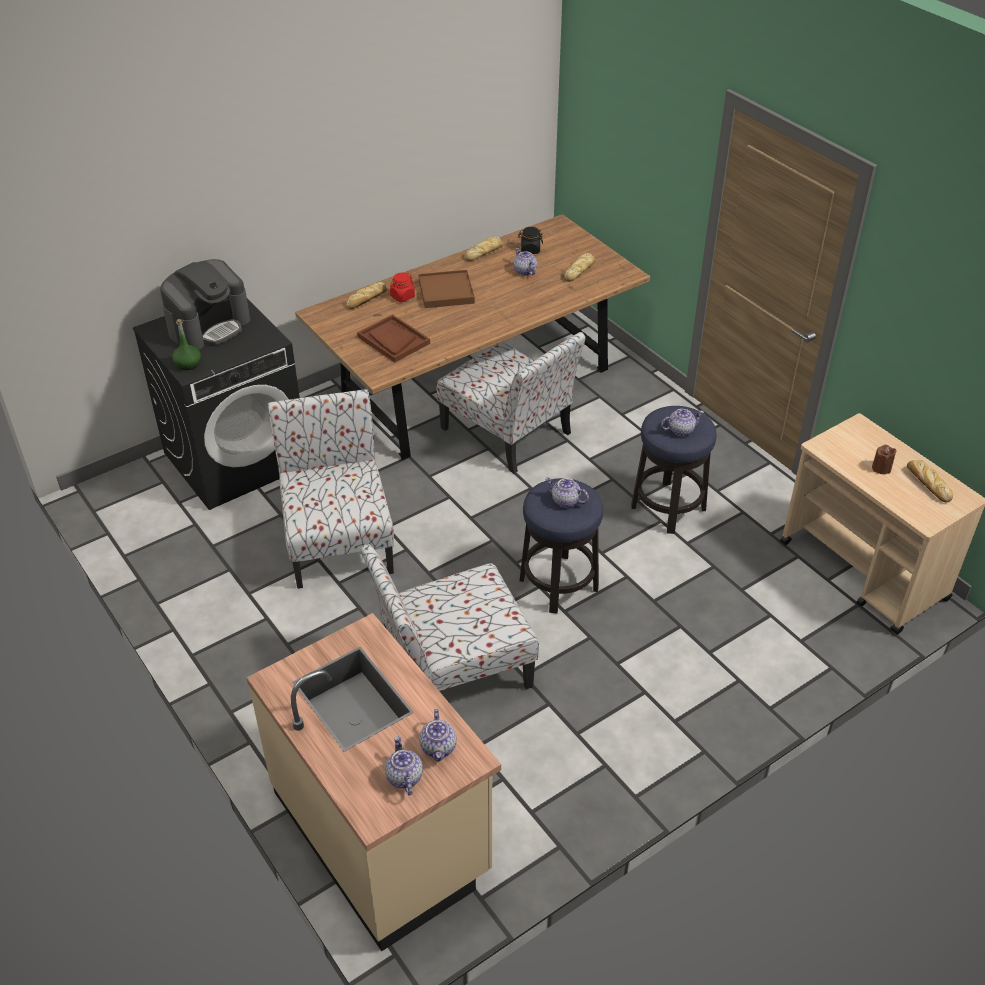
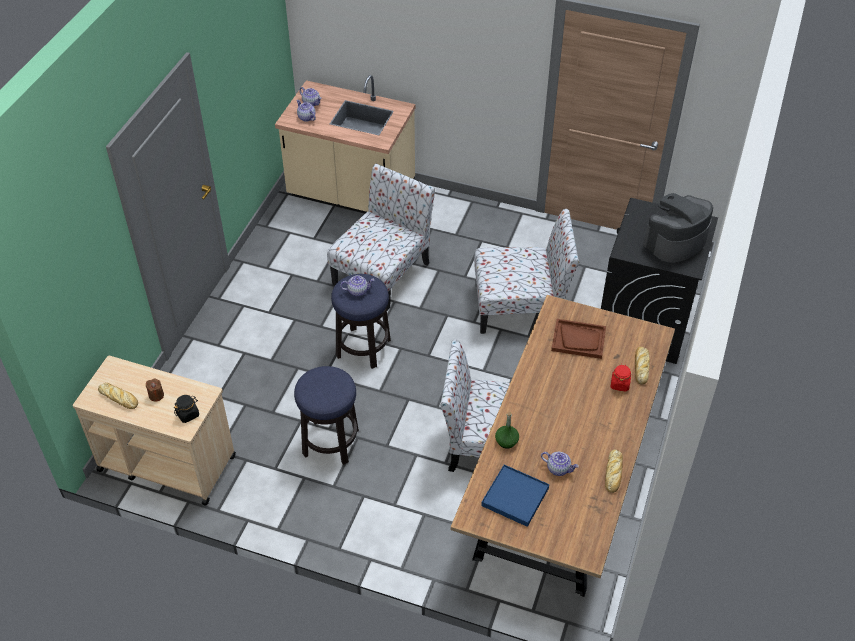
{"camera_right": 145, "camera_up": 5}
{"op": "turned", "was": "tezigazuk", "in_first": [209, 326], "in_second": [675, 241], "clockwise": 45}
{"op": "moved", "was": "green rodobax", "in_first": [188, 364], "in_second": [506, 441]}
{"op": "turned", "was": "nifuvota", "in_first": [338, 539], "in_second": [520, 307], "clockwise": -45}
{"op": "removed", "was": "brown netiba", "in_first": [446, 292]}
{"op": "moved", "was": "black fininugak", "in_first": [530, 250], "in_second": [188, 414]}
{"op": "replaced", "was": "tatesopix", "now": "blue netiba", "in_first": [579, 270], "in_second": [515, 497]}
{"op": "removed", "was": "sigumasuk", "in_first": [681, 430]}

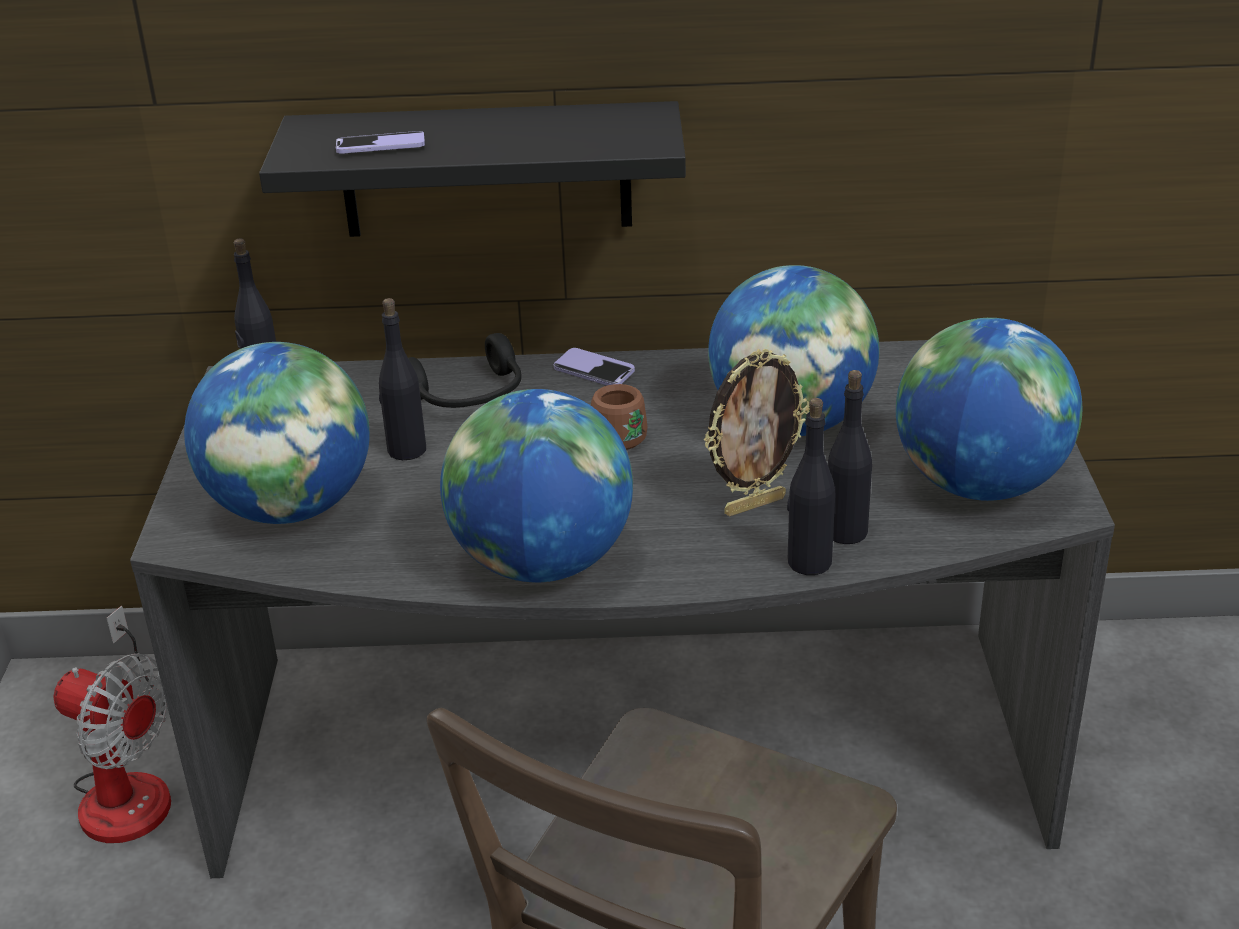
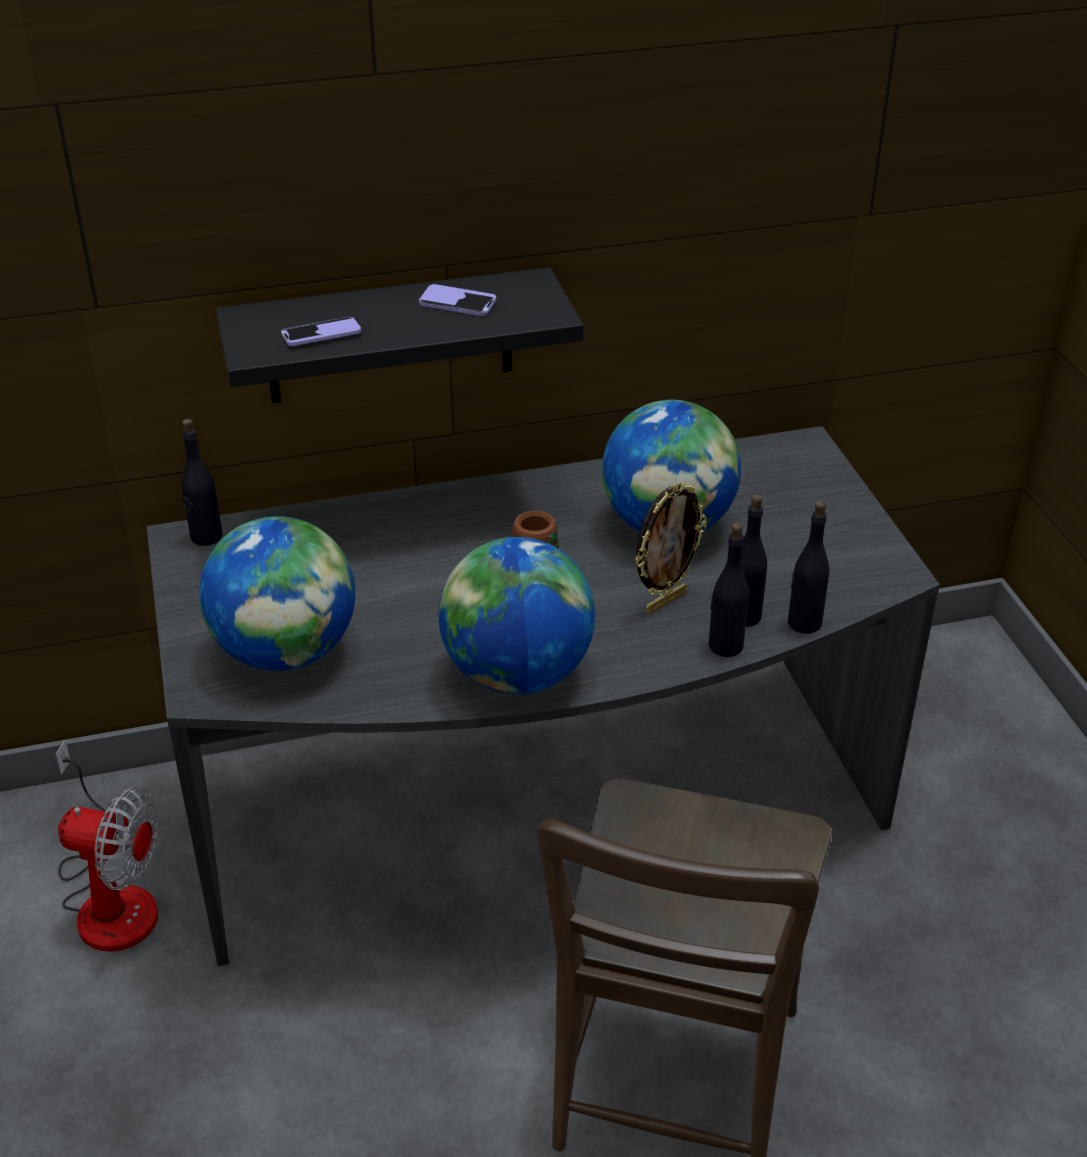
{"camera_right": -15, "camera_up": 5}
{"op": "moved", "was": "black rodobax", "in_first": [406, 450], "in_second": [804, 623]}
{"op": "removed", "was": "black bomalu", "in_first": [469, 396]}
{"op": "moved", "was": "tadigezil", "in_first": [594, 370], "in_second": [457, 303]}
{"op": "removed", "was": "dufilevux", "in_first": [978, 485]}

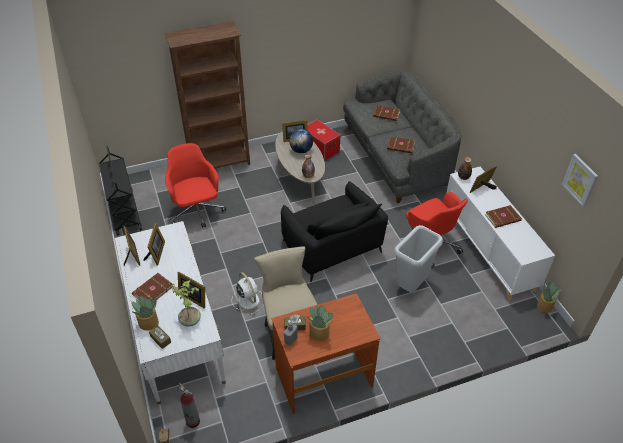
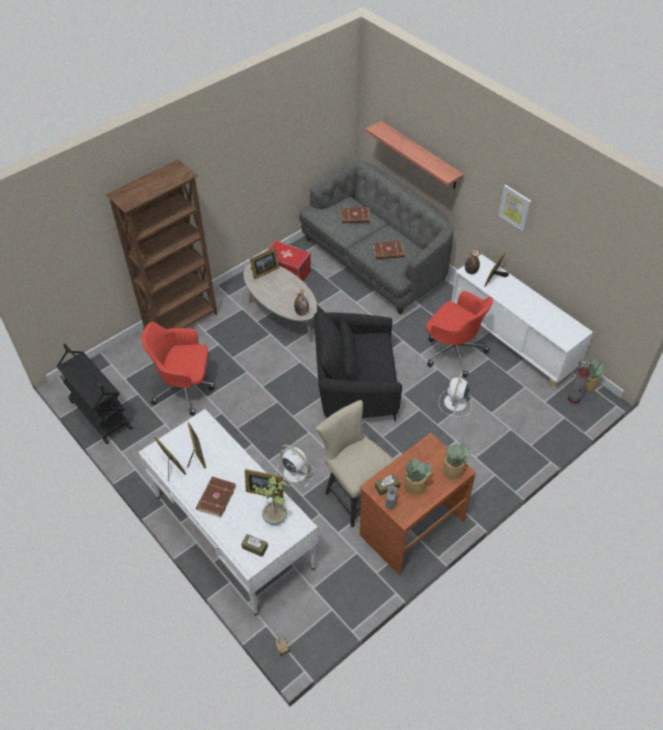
{"camera_right": -20, "camera_up": 5}
{"op": "moved", "was": "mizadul", "in_first": [149, 323], "in_second": [453, 471]}
{"op": "turned", "was": "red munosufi", "in_first": [197, 212], "in_second": [185, 388], "clockwise": -45}
{"op": "moved", "was": "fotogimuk", "in_first": [193, 421], "in_second": [574, 399]}
{"op": "turned", "was": "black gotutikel", "in_first": [332, 248], "in_second": [355, 386], "clockwise": 135}
{"op": "removed", "was": "dufilevux", "in_first": [301, 150]}
{"op": "replaced", "was": "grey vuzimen", "now": "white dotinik", "in_first": [411, 286], "in_second": [455, 403]}
{"op": "removed", "was": "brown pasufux", "in_first": [503, 218]}
{"op": "moved", "was": "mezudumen", "in_first": [580, 180], "in_second": [515, 207]}
{"op": "added", "now": "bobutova", "in_second": [420, 155]}

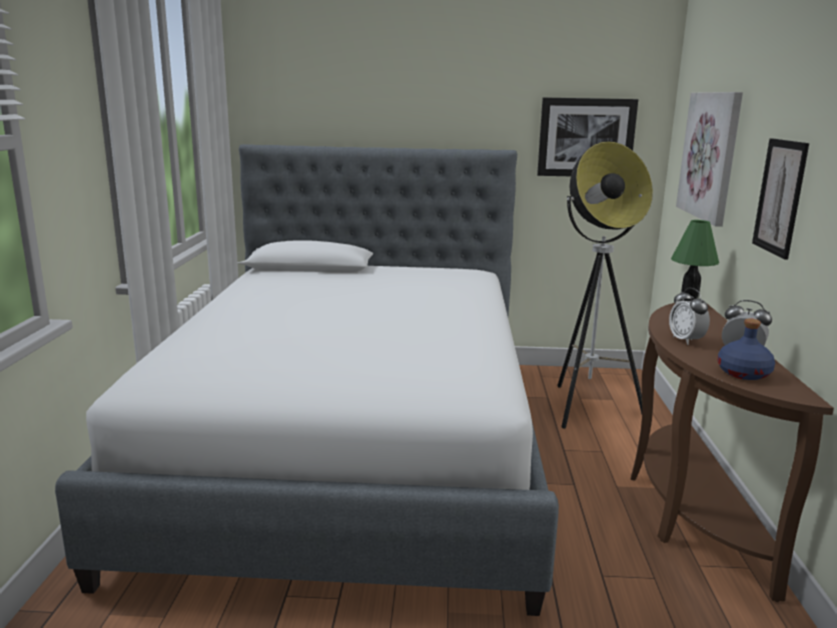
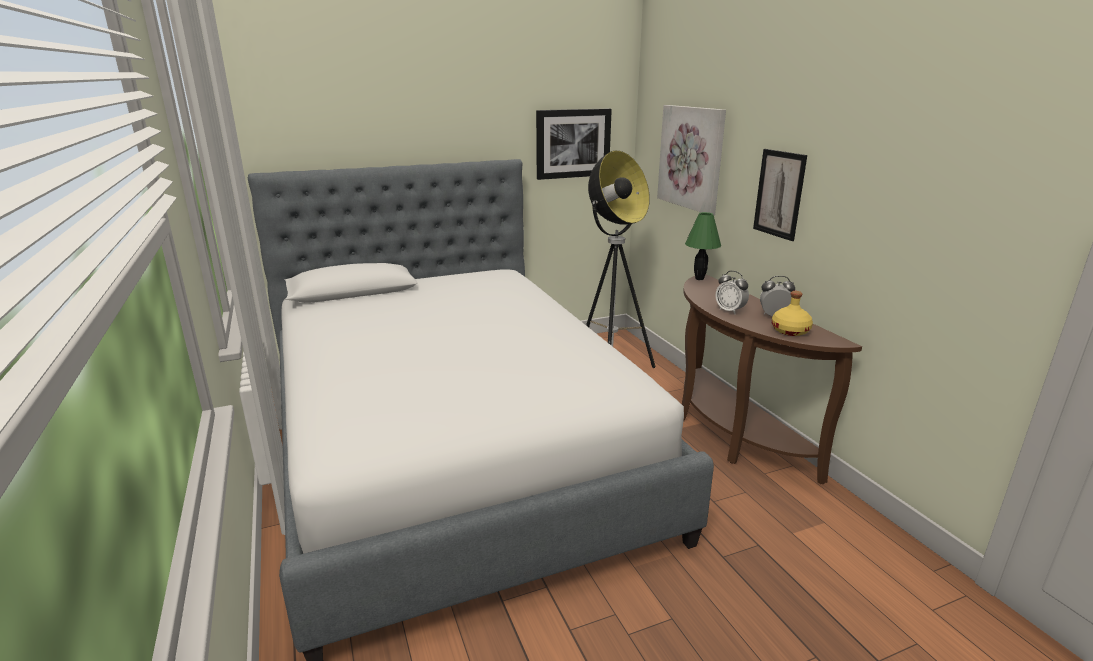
{"camera_right": -25, "camera_up": 5}
{"op": "recoloured", "was": "blue rodobax", "now": "yellow rodobax", "in_first": [744, 373], "in_second": [790, 331]}

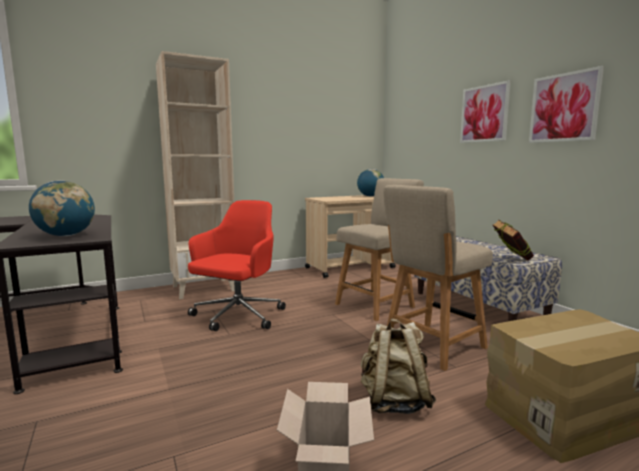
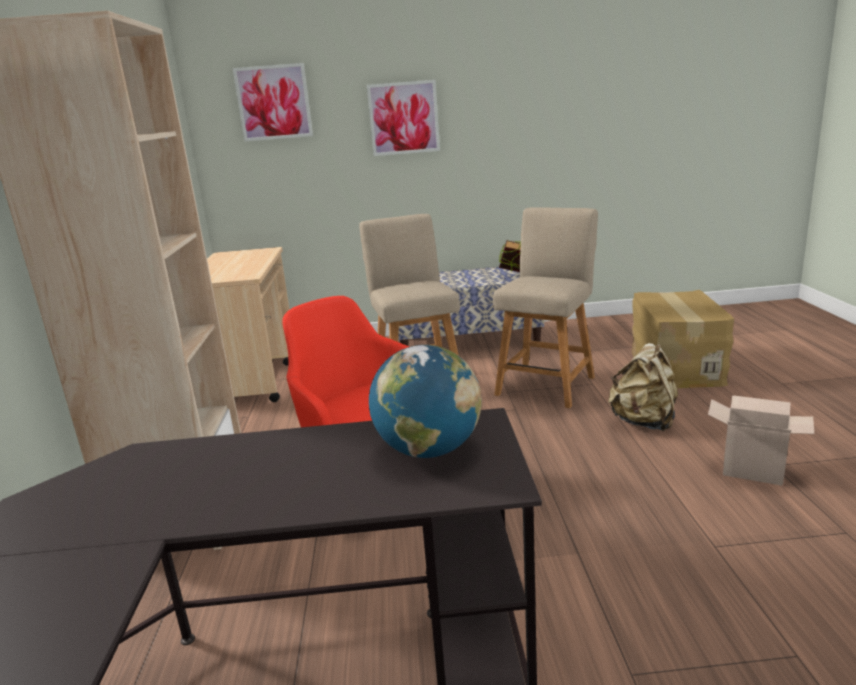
{"camera_right": -65, "camera_up": 10}
{"op": "removed", "was": "dufilevux", "in_first": [370, 196]}
{"op": "turned", "was": "beige nifuvota", "in_first": [431, 346], "in_second": [547, 384], "clockwise": -135}
{"op": "moved", "was": "mezudumen", "in_first": [564, 107], "in_second": [274, 102]}

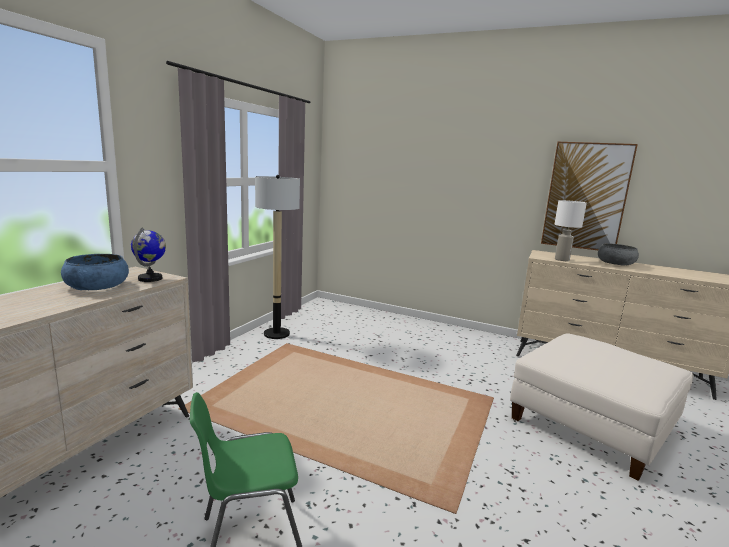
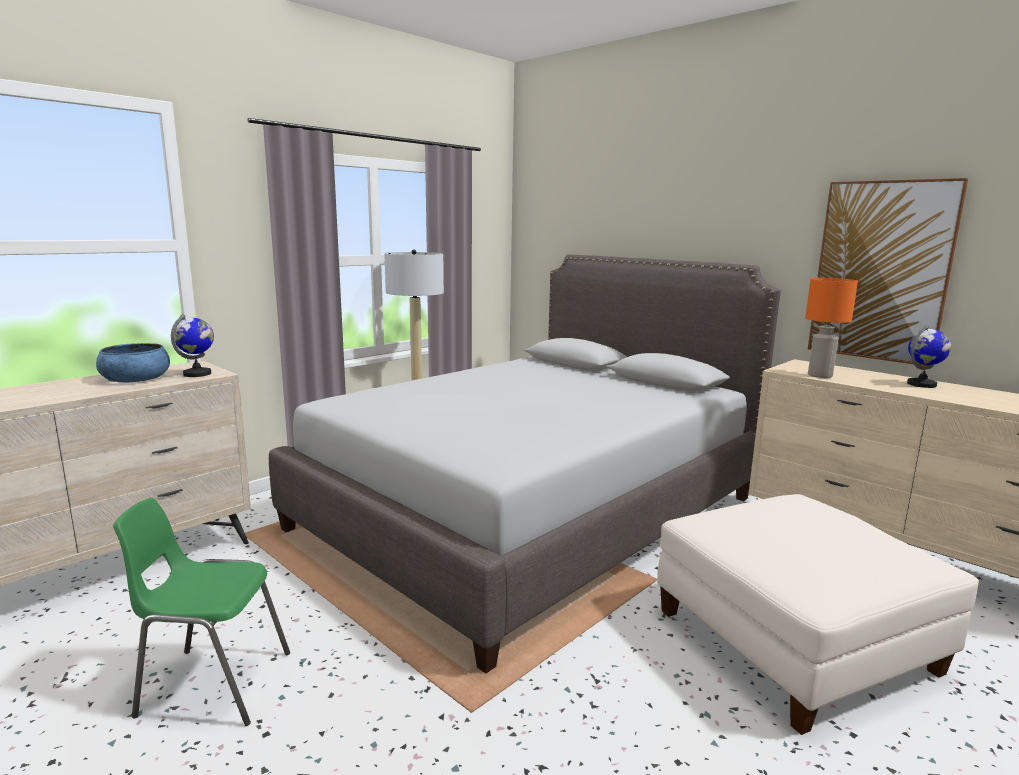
{"camera_right": 20, "camera_up": 0}
{"op": "recoloured", "was": "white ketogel", "now": "orange ketogel", "in_first": [562, 260], "in_second": [820, 376]}
{"op": "replaced", "was": "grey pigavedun", "now": "dufilevux", "in_first": [615, 263], "in_second": [922, 384]}
{"op": "added", "now": "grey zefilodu", "in_second": [532, 513]}

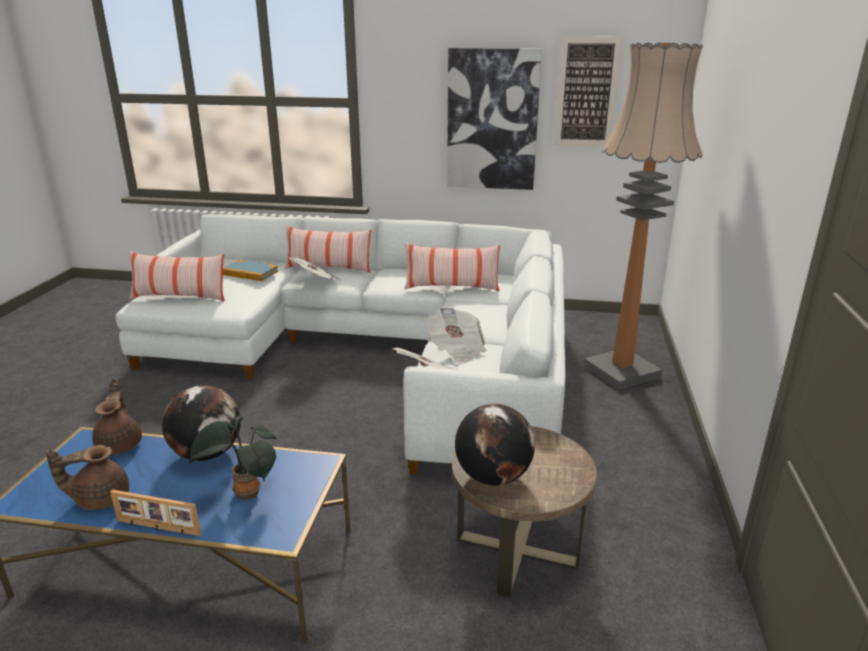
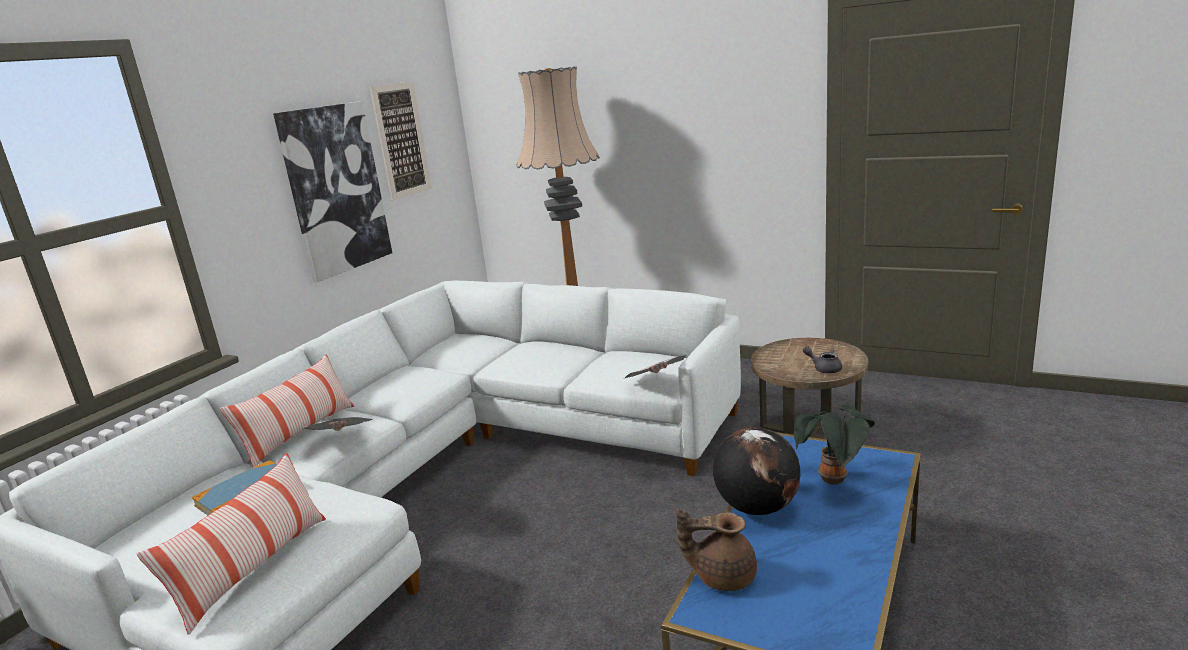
{"camera_right": -70, "camera_up": -5}
{"op": "removed", "was": "brown sigumasuk", "in_first": [100, 498]}
{"op": "removed", "was": "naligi", "in_first": [157, 528]}
{"op": "removed", "was": "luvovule", "in_first": [451, 287]}
{"op": "removed", "was": "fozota", "in_first": [456, 350]}
{"op": "replaced", "was": "dufilevux", "now": "grey sigumasuk", "in_first": [493, 477], "in_second": [824, 368]}

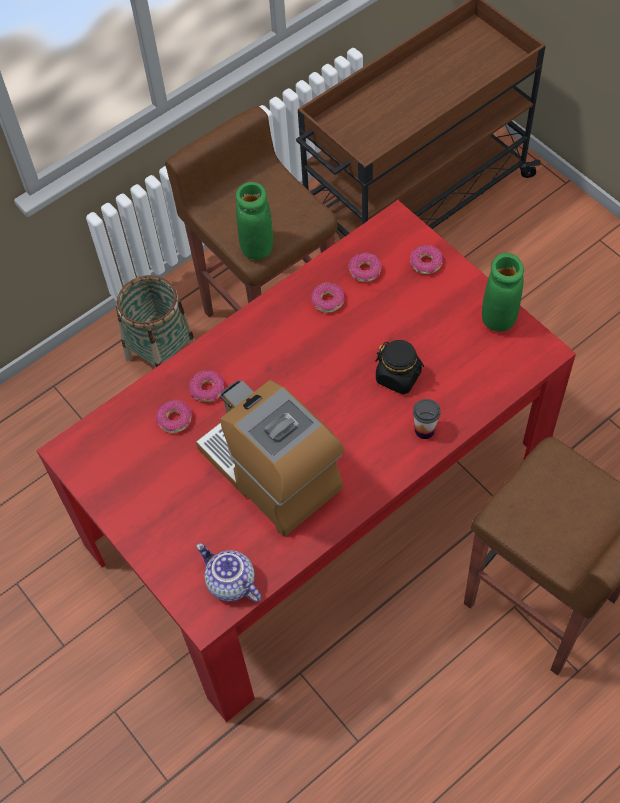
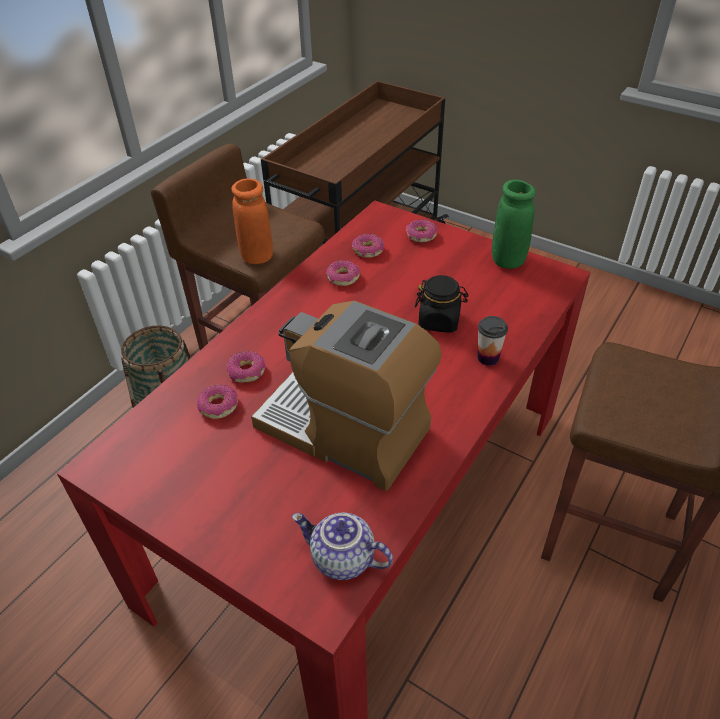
{"camera_right": -20, "camera_up": -15}
{"op": "recoloured", "was": "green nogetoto", "now": "orange nogetoto", "in_first": [257, 247], "in_second": [257, 256]}

